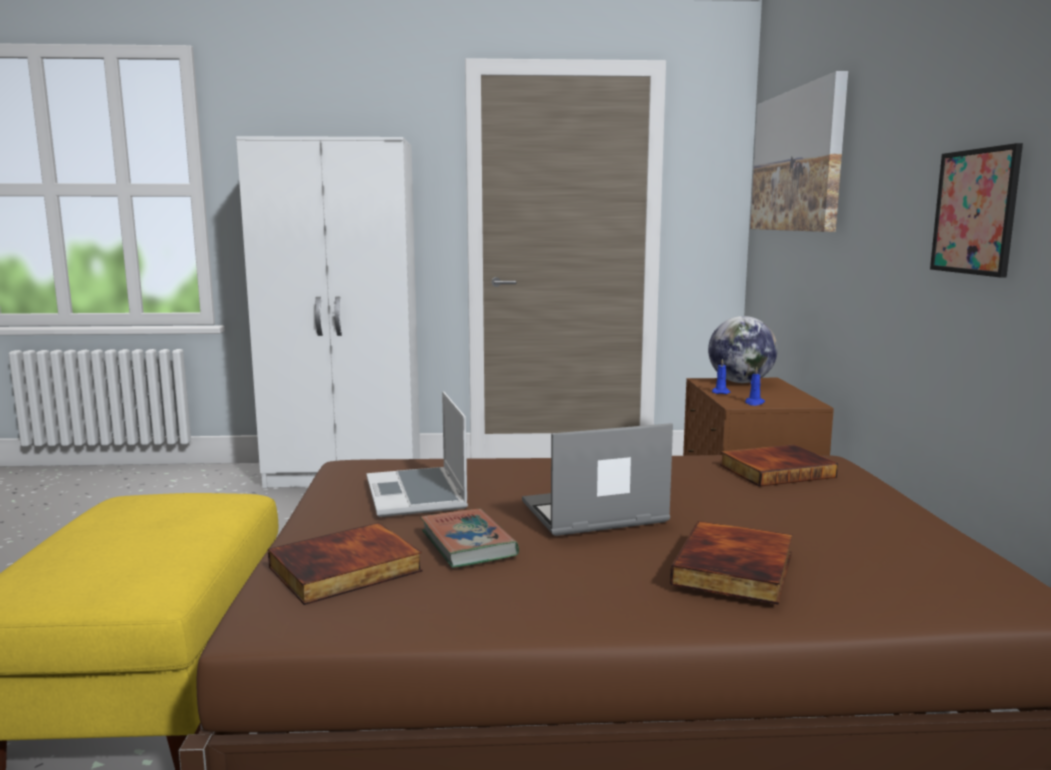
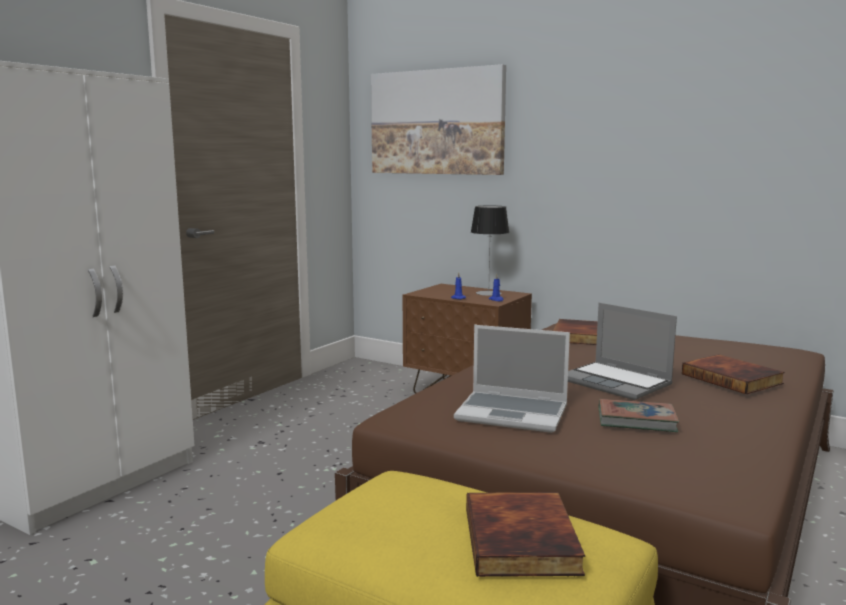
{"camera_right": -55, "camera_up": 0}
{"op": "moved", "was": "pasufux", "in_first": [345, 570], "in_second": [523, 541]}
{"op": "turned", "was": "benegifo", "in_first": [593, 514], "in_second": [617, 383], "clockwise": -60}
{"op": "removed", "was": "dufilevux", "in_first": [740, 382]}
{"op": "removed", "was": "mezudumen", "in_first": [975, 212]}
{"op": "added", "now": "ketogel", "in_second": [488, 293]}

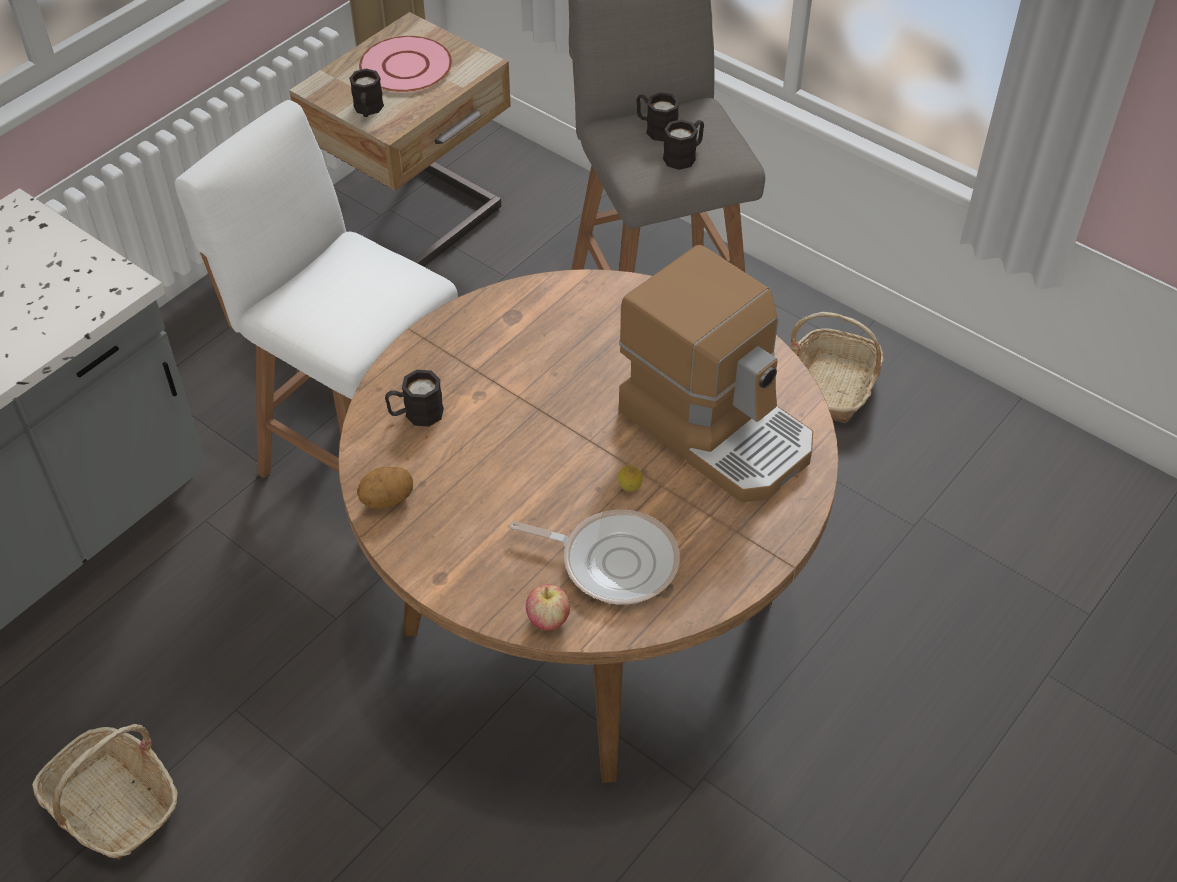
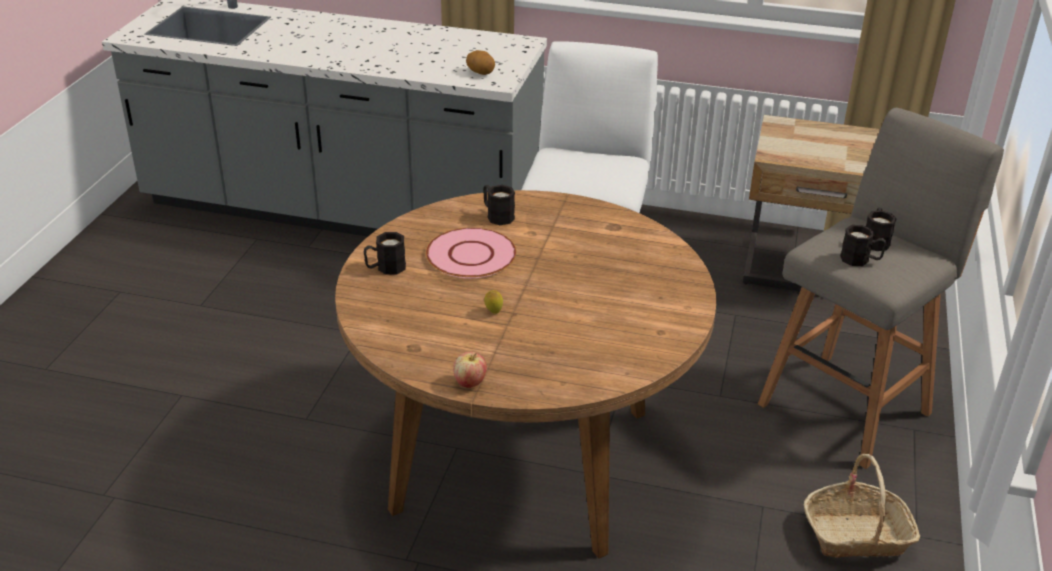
{"camera_right": 65, "camera_up": -15}
{"op": "removed", "was": "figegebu", "in_first": [114, 805]}
{"op": "moved", "was": "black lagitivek", "in_first": [368, 110], "in_second": [385, 268]}
{"op": "moved", "was": "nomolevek", "in_first": [387, 499], "in_second": [481, 73]}
{"op": "moved", "was": "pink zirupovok", "in_first": [405, 66], "in_second": [471, 255]}
{"op": "removed", "was": "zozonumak", "in_first": [613, 561]}
{"op": "moved", "was": "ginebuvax", "in_first": [548, 619], "in_second": [470, 382]}
{"op": "removed", "was": "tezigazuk", "in_first": [718, 428]}

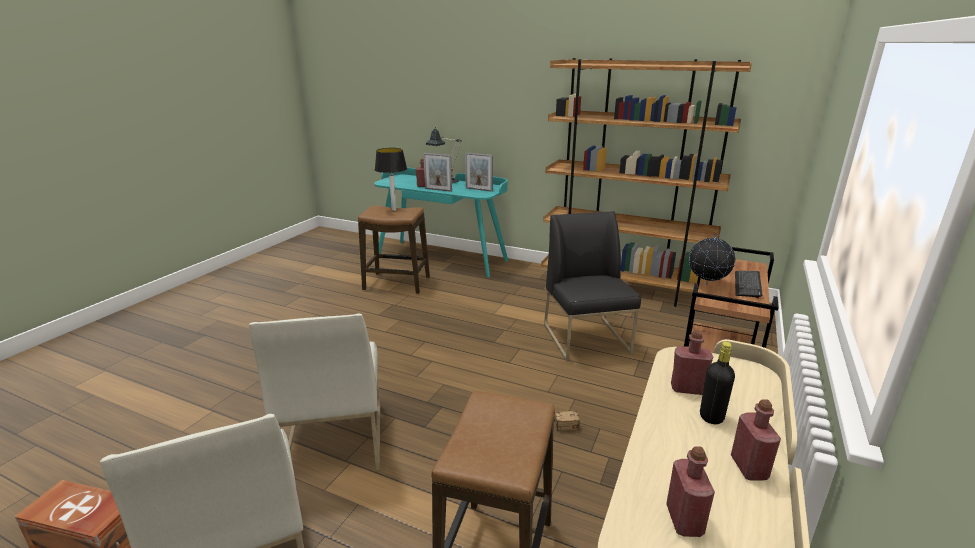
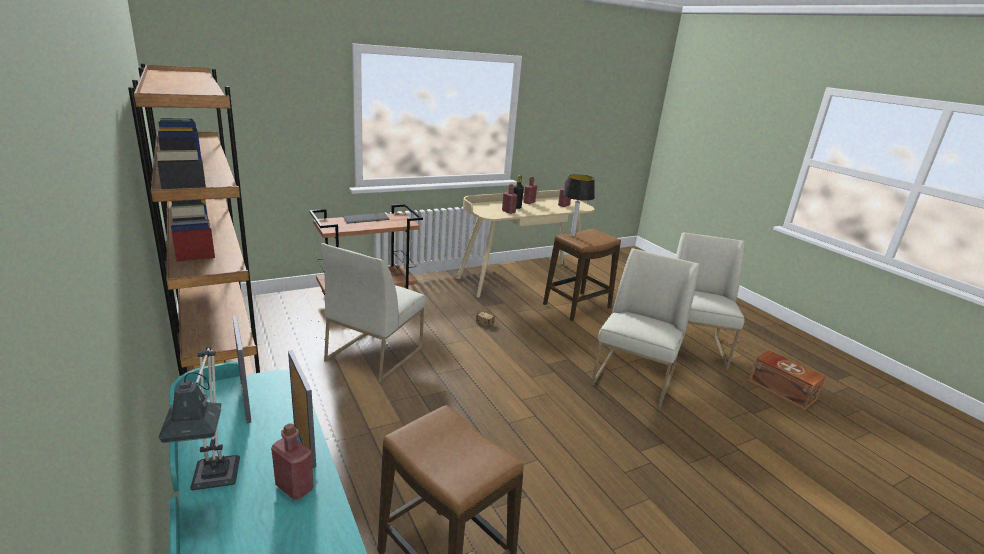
{"camera_right": -145, "camera_up": 0}
{"op": "moved", "was": "ketogel", "in_first": [394, 210], "in_second": [572, 235]}
{"op": "recoloured", "was": "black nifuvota", "now": "white nifuvota", "in_first": [587, 339], "in_second": [374, 354]}
{"op": "removed", "was": "dufilevux", "in_first": [707, 284]}

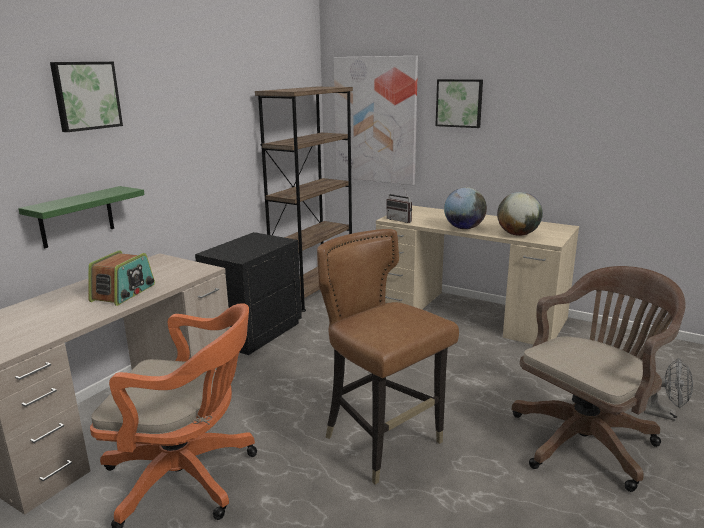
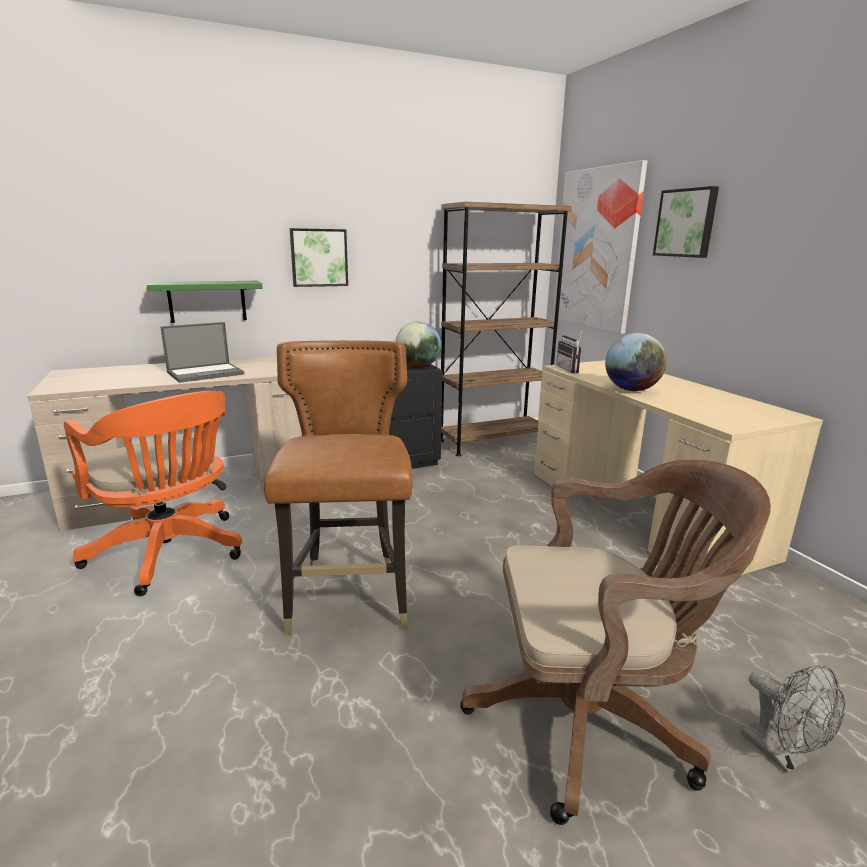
{"camera_right": 35, "camera_up": 0}
{"op": "moved", "was": "mezudumen", "in_first": [86, 95], "in_second": [319, 257]}
{"op": "replaced", "was": "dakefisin", "now": "benegifo", "in_first": [124, 293], "in_second": [206, 373]}
{"op": "moved", "was": "dufilevux", "in_first": [518, 234], "in_second": [418, 367]}

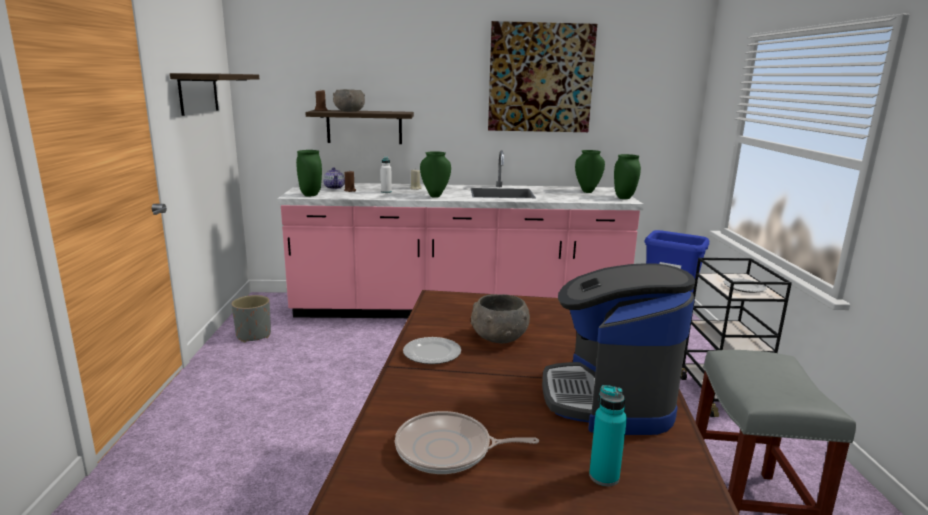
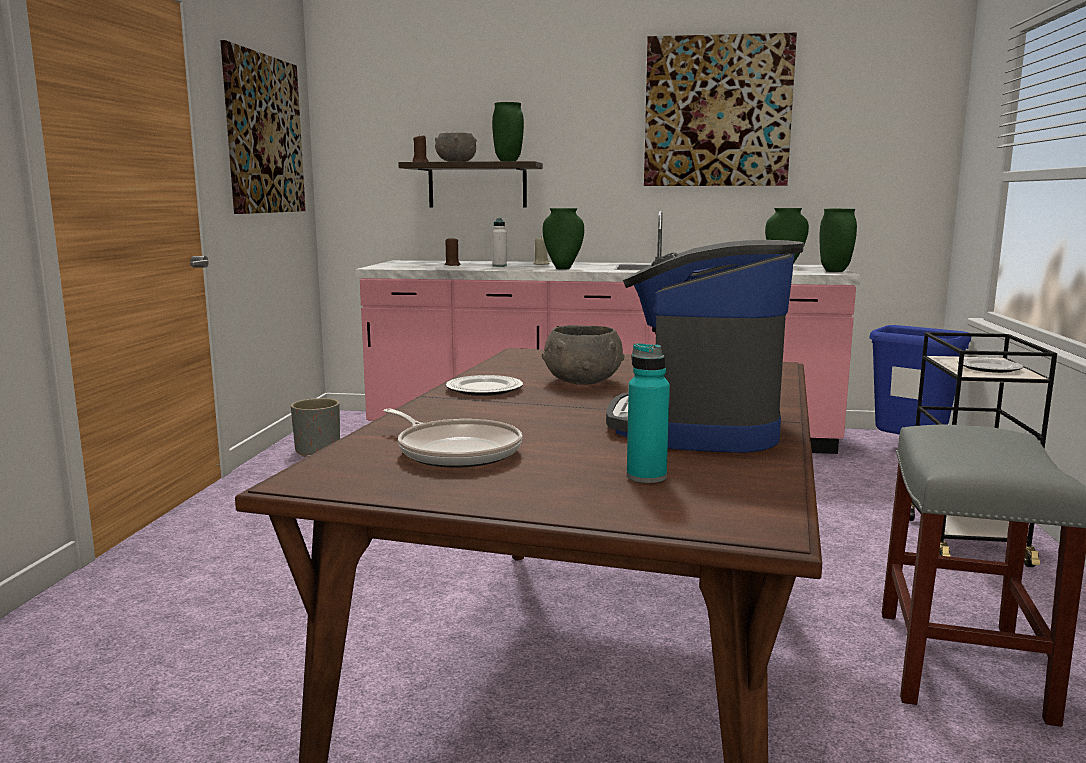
{"camera_right": 10, "camera_up": -5}
{"op": "replaced", "was": "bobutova", "now": "mezudumen", "in_first": [198, 93], "in_second": [264, 134]}
{"op": "moved", "was": "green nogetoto", "in_first": [311, 195], "in_second": [509, 161]}
{"op": "removed", "was": "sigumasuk", "in_first": [334, 187]}
{"op": "turned", "was": "zozonumak", "in_first": [448, 450], "in_second": [456, 451], "clockwise": -150}

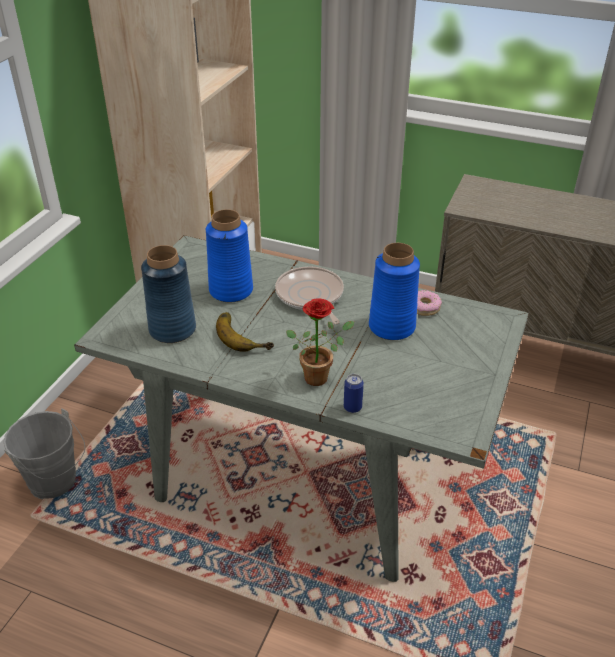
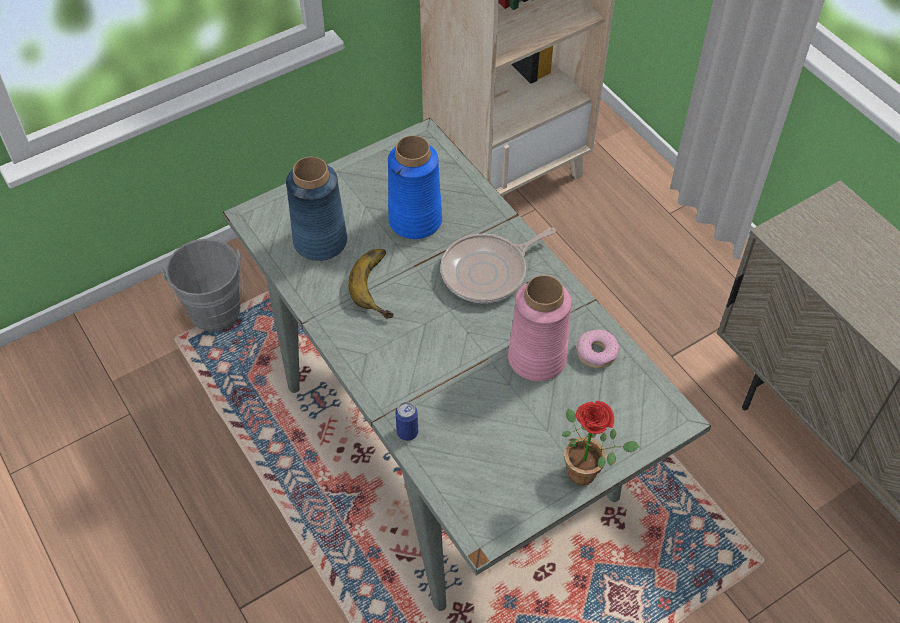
{"camera_right": 35, "camera_up": 15}
{"op": "turned", "was": "zozonumak", "in_first": [310, 296], "in_second": [488, 272], "clockwise": -135}
{"op": "moved", "was": "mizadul", "in_first": [320, 376], "in_second": [588, 472]}
{"op": "recoloured", "was": "blue nogetoto", "now": "pink nogetoto", "in_first": [392, 327], "in_second": [537, 359]}

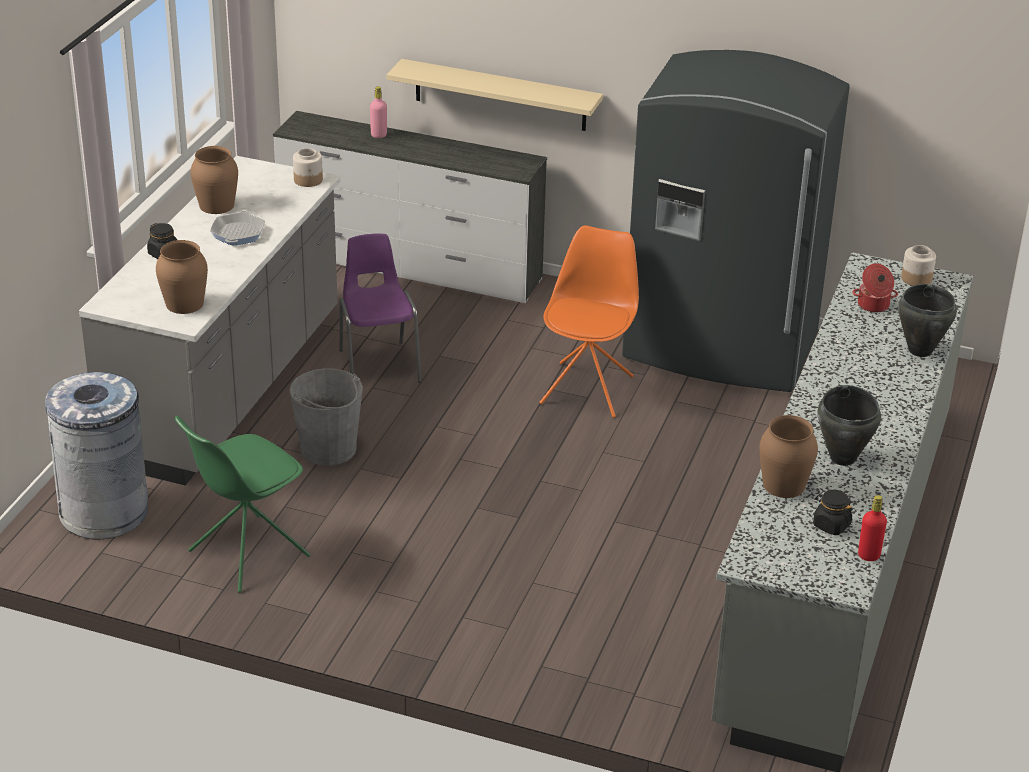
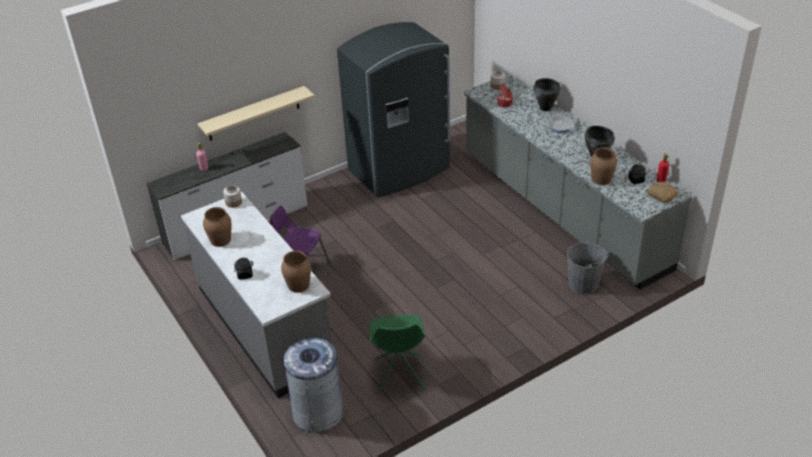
{"camera_right": -50, "camera_up": 5}
{"op": "moved", "was": "zozonumak", "in_first": [238, 233], "in_second": [560, 126]}
{"op": "moved", "was": "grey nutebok", "in_first": [328, 449], "in_second": [583, 284]}
{"op": "removed", "was": "orange nifuvota", "in_first": [587, 389]}
{"op": "added", "now": "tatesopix", "in_second": [661, 195]}

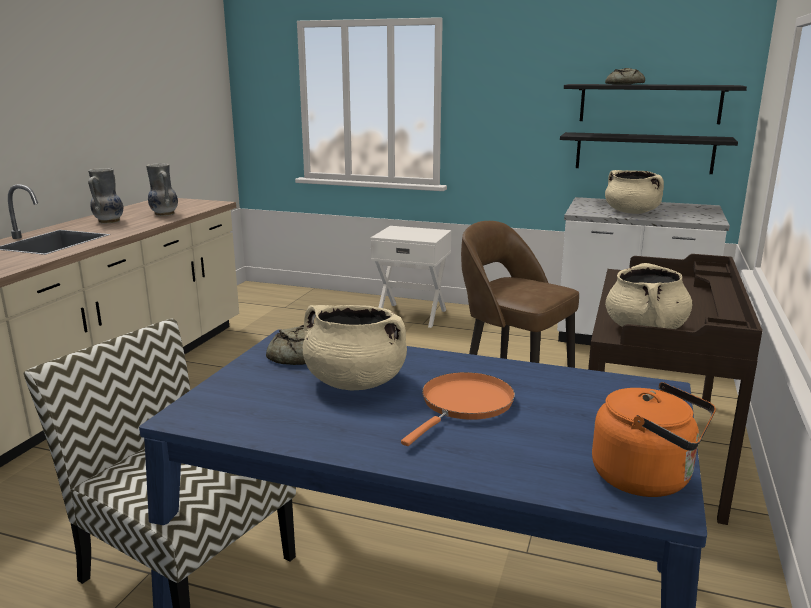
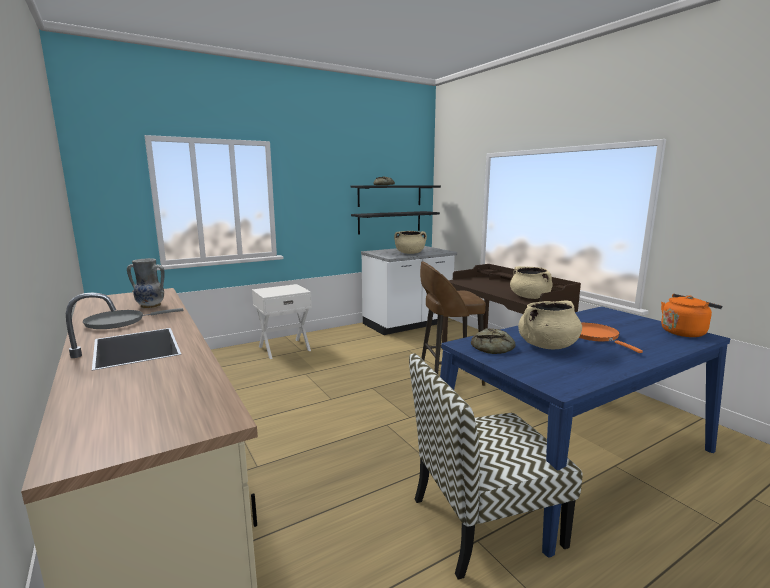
{"camera_right": -50, "camera_up": -5}
{"op": "replaced", "was": "nogetoto", "now": "grey zozonumak", "in_first": [108, 221], "in_second": [119, 322]}

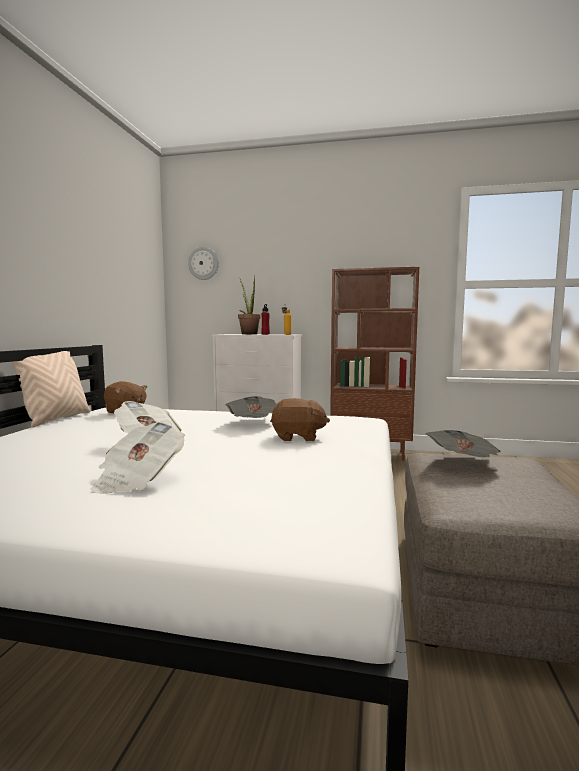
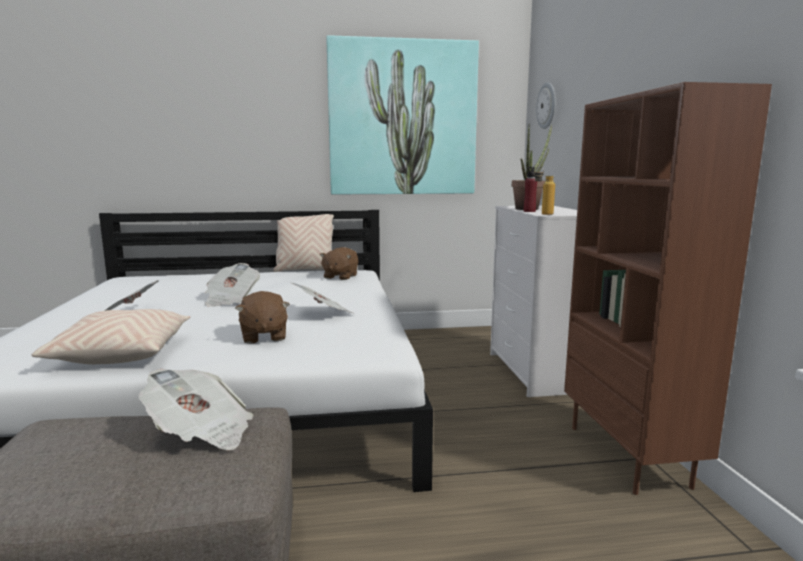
{"camera_right": 70, "camera_up": 5}
{"op": "added", "now": "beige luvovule", "in_second": [122, 353]}
{"op": "added", "now": "mezudumen", "in_second": [402, 119]}

